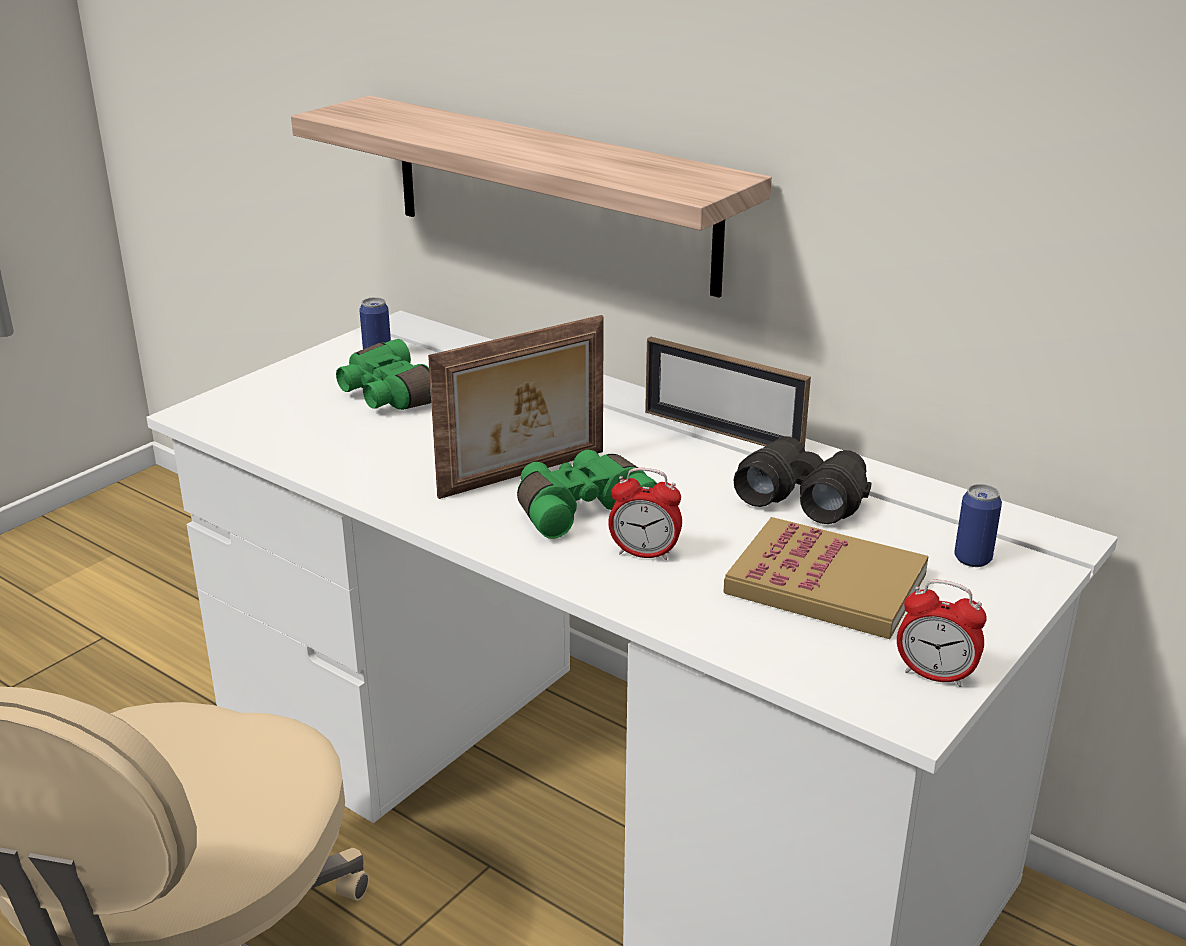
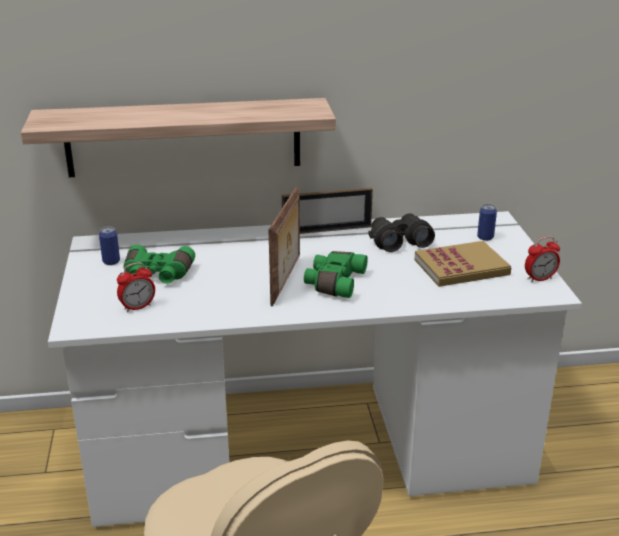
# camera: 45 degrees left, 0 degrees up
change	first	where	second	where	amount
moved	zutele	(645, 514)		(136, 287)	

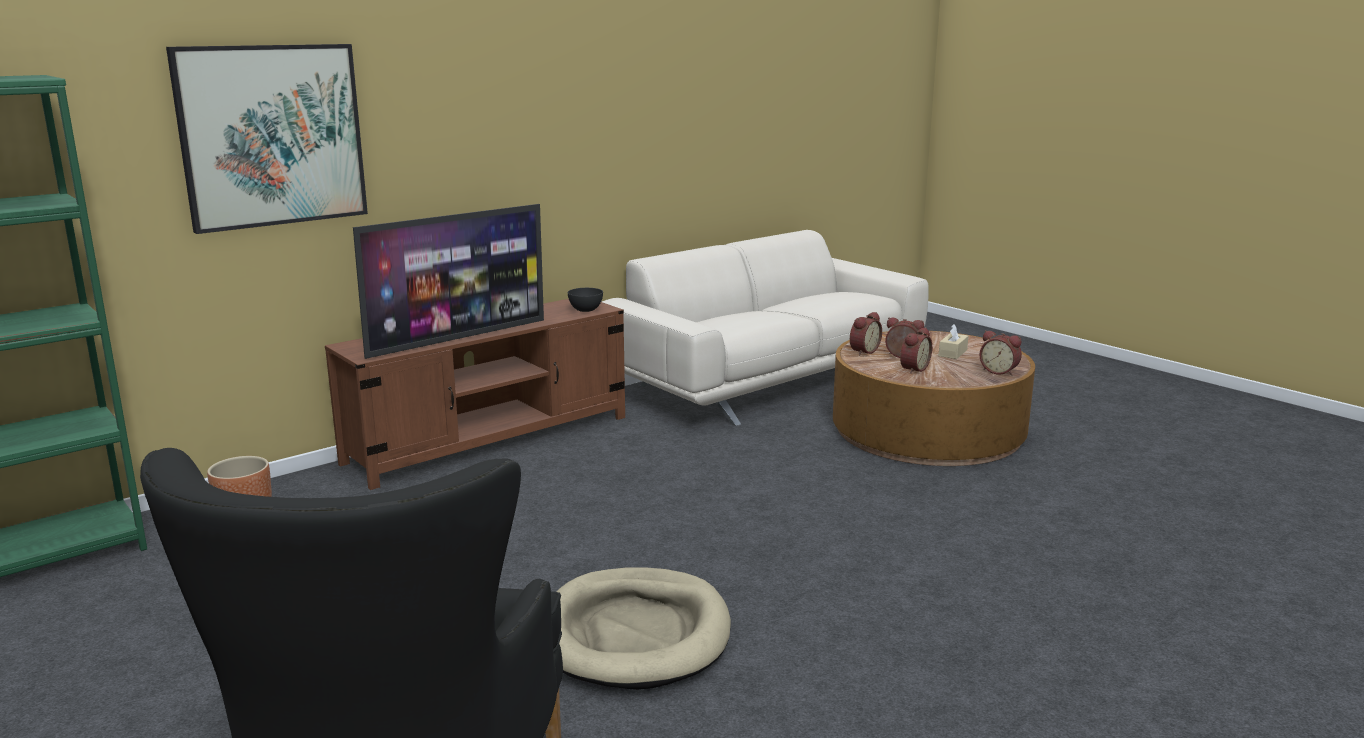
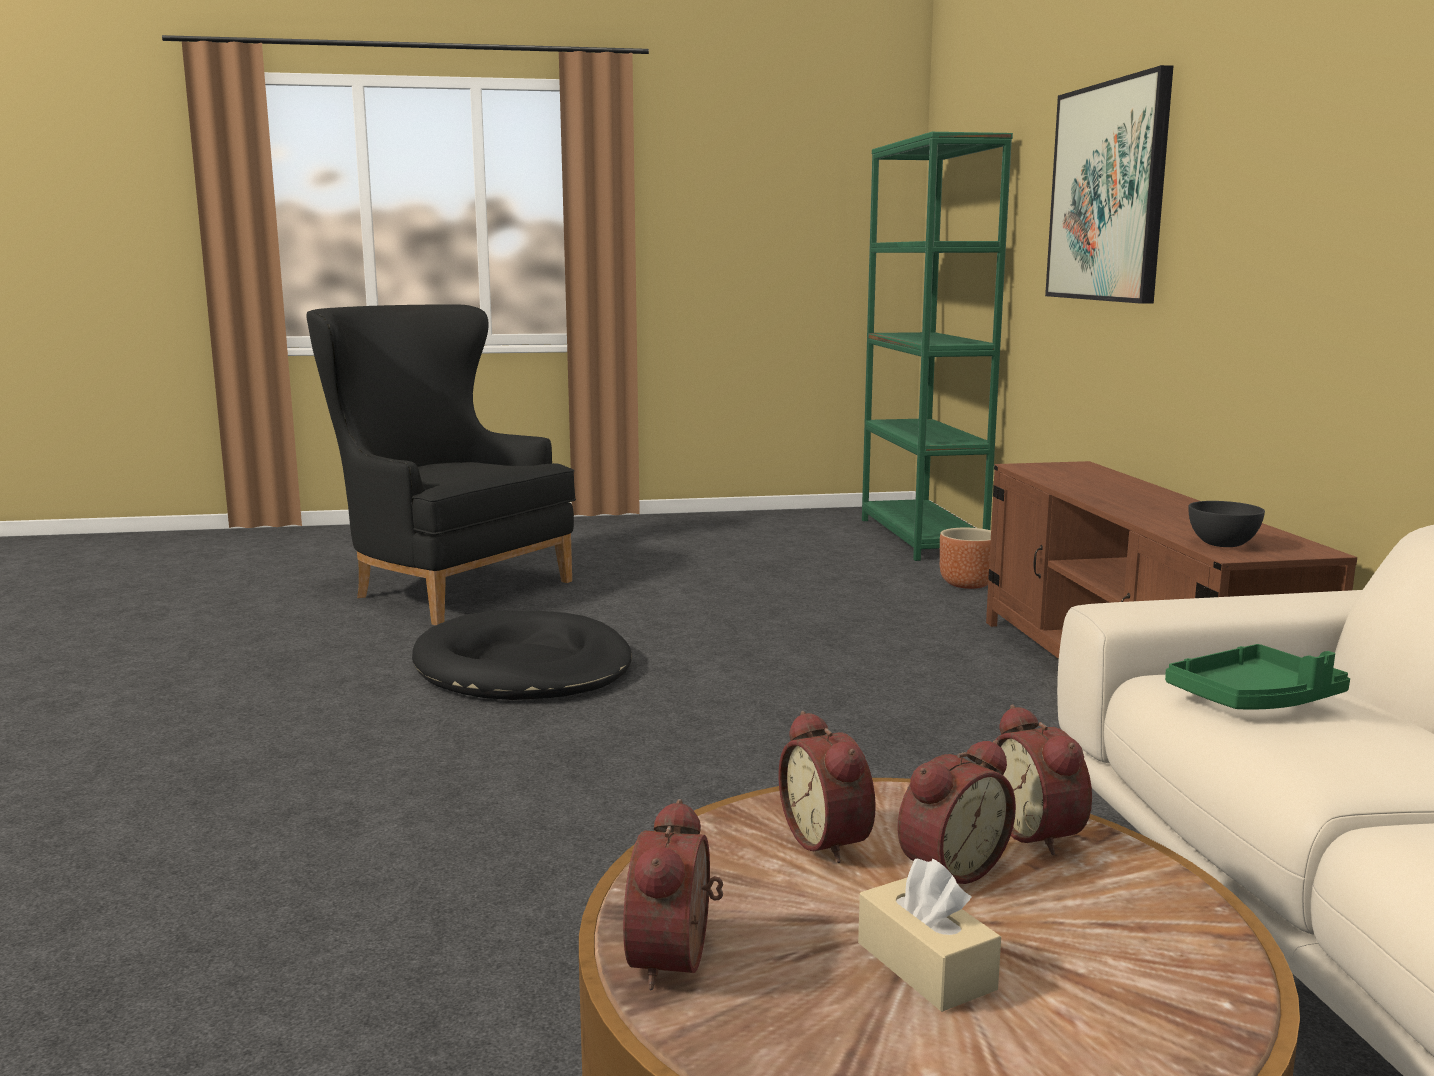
# camera: 120 degrees right, 5 degrees down
change	first	where	second	where	amount
recoloured	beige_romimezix	(644, 628)	black_romimezix	(522, 655)	
turned	zutele	(1001, 353)		(673, 894)	60 degrees counterclockwise
added			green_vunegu	(1257, 676)	
removed	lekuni	(448, 281)			

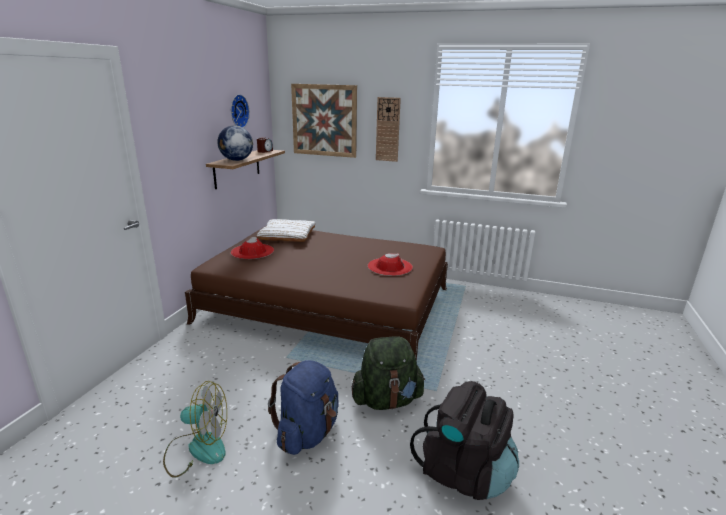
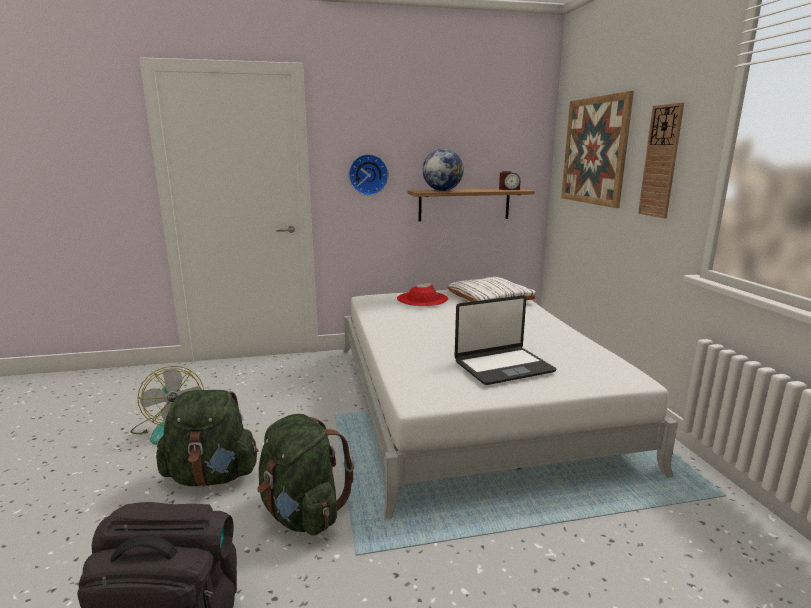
# camera: 60 degrees right, 5 degrees down
change	first	where	second	where	amount
recoloured	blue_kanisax	(303, 407)	green_kanisax	(207, 438)	
recoloured	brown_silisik	(316, 294)	white_silisik	(510, 404)	
moved	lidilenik	(240, 111)		(368, 175)	
replaced	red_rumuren	(390, 264)	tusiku	(505, 340)	

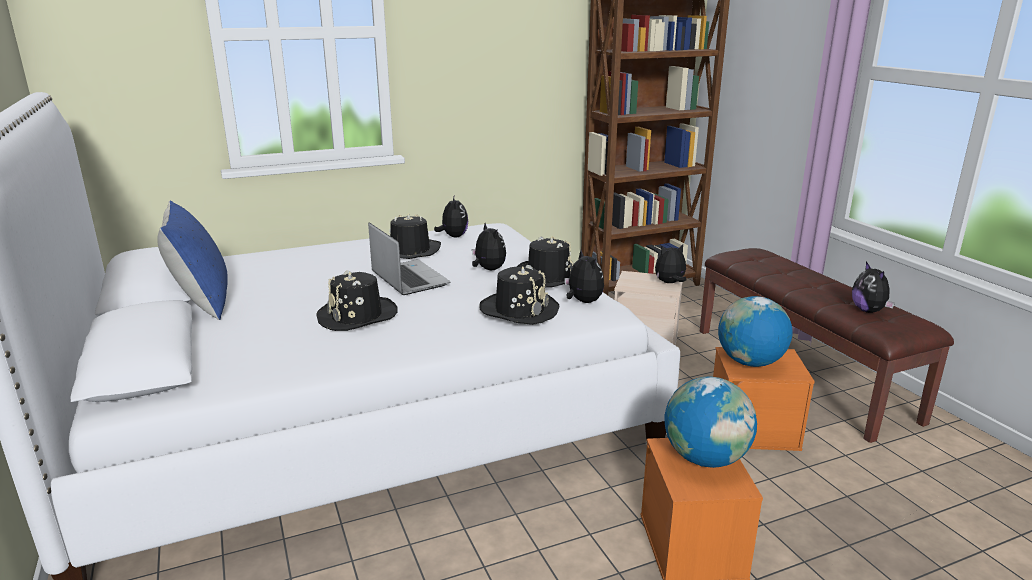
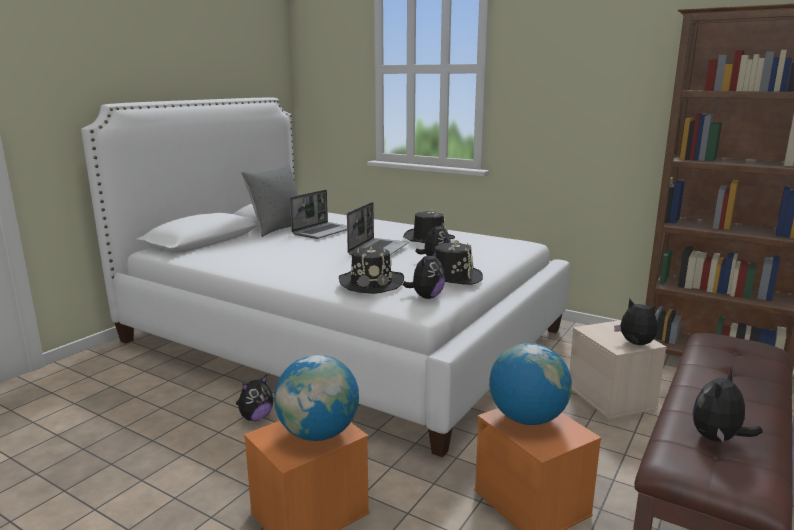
# camera: 55 degrees right, 5 degrees down
change	first	where	second	where	amount
moved	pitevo	(451, 216)		(254, 398)	
recoloured	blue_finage	(192, 260)	grey_finage	(269, 201)	
added			tusiku	(318, 214)	
removed	black_rumuren	(357, 300)			

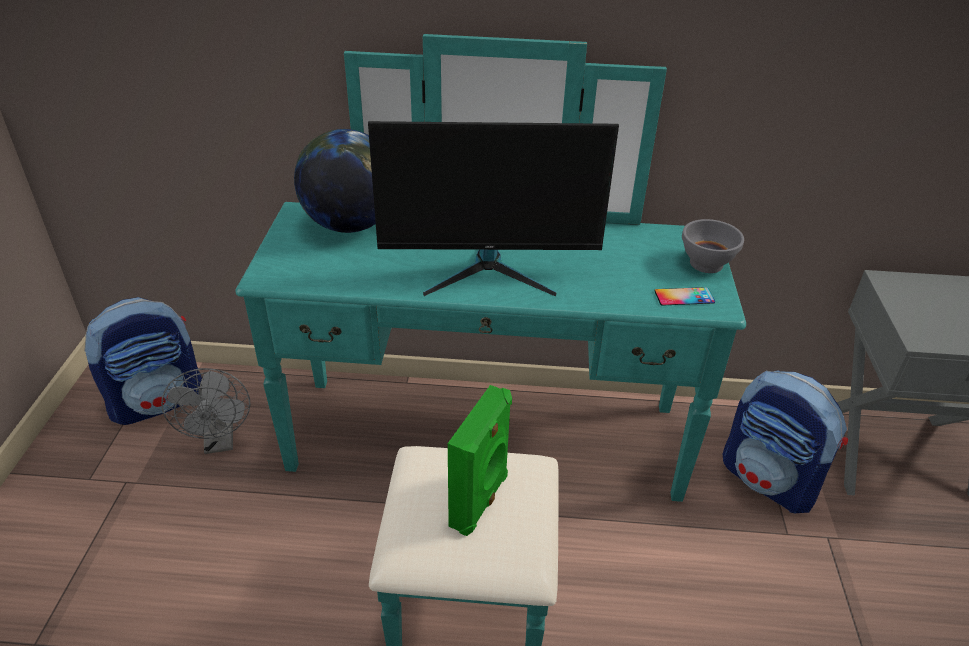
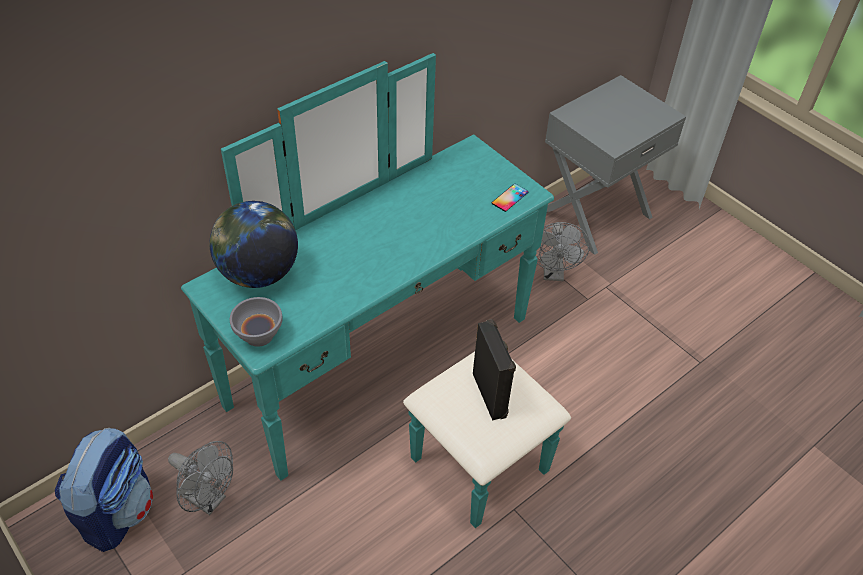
# camera: 45 degrees left, 10 degrees up
change	first	where	second	where	amount
moved	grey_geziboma	(713, 246)		(256, 322)	
recoloured	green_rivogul	(480, 460)	black_rivogul	(494, 370)	
replaced	kanisax	(785, 441)	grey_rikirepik	(563, 251)	
removed	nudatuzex	(493, 209)			

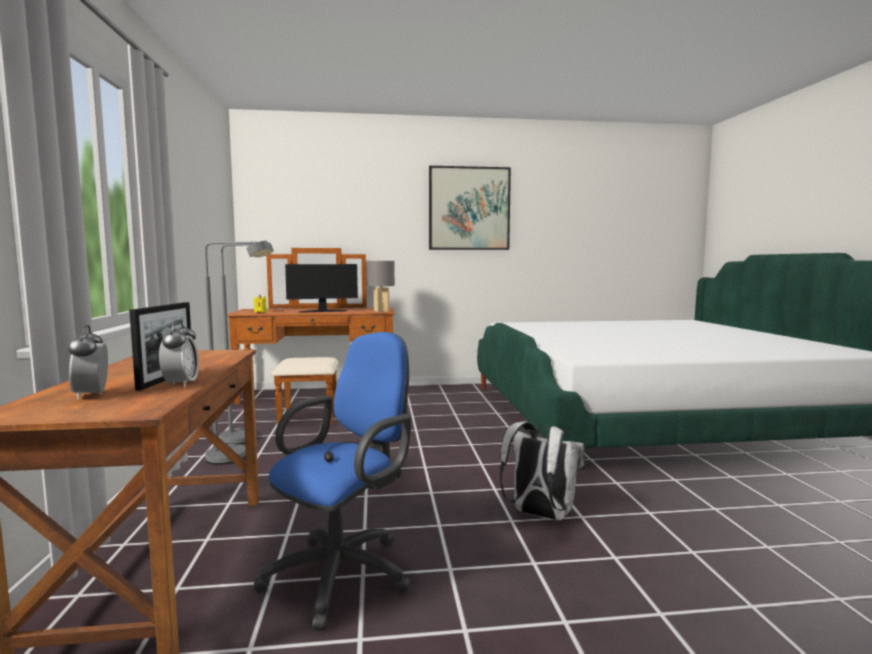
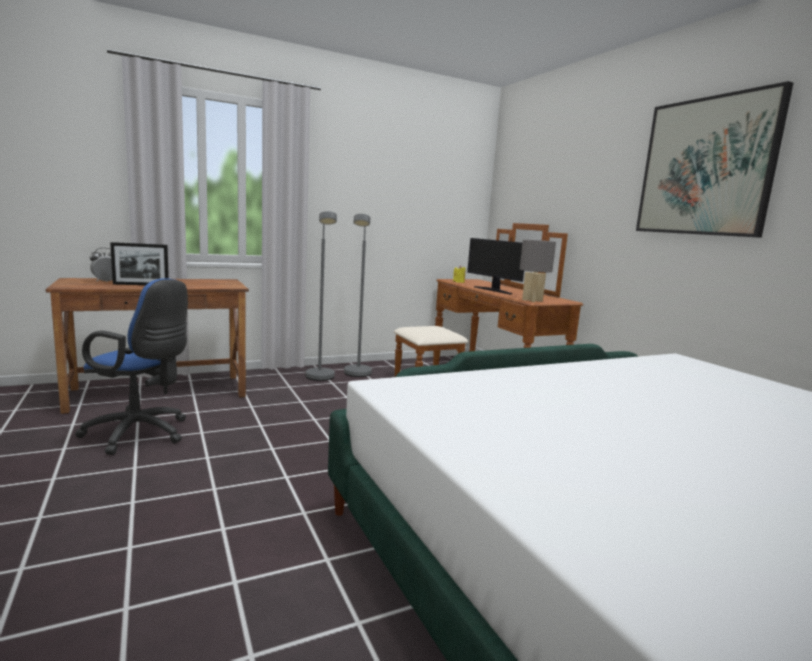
# camera: 70 degrees right, 5 degrees up
change	first	where	second	where	amount
removed	zutele	(179, 354)			
removed	white_kanisax	(542, 470)			

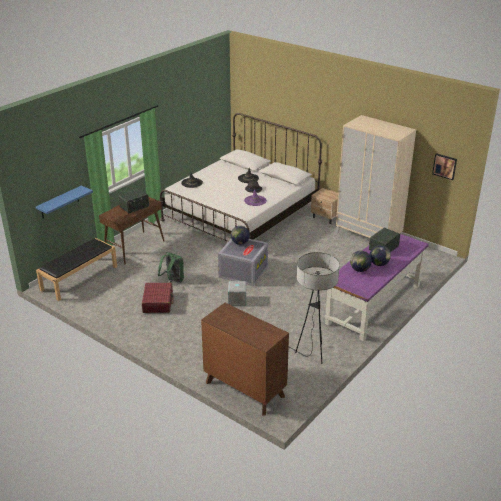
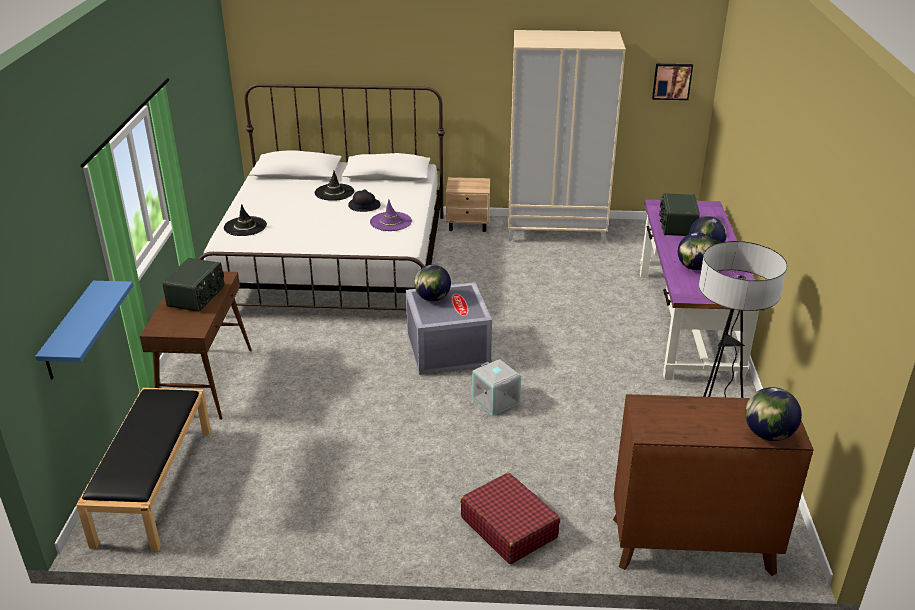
# camera: 35 degrees left, 0 degrees up
change	first	where	second	where	amount
moved	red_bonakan	(158, 298)		(510, 518)	
added			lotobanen	(773, 414)	
removed	green_kanisax	(171, 267)			

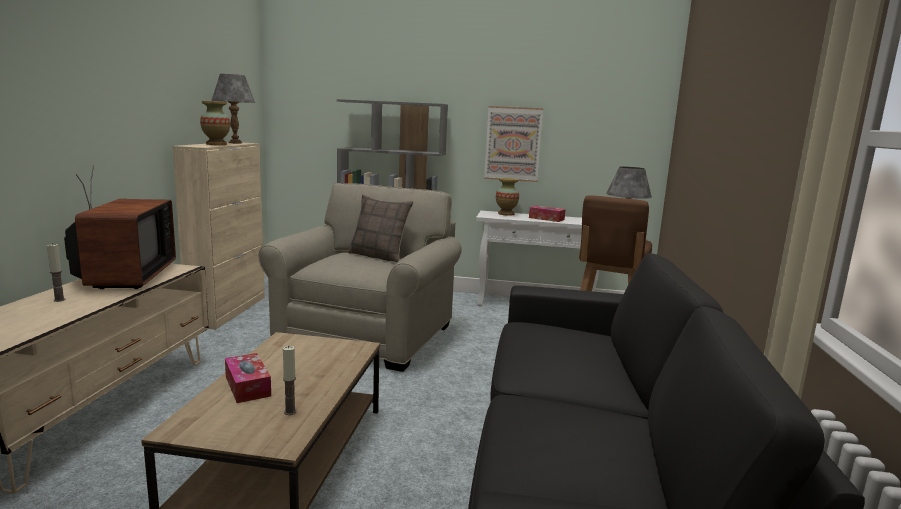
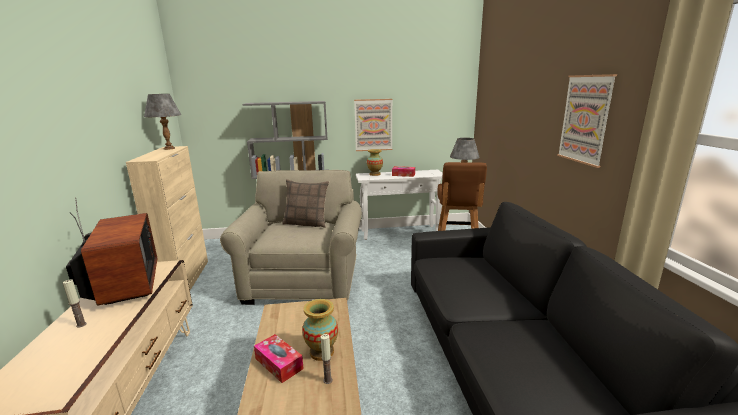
# camera: 15 degrees left, 5 degrees up
change	first	where	second	where	amount
moved	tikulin	(215, 123)		(320, 330)	
added			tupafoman	(587, 121)	

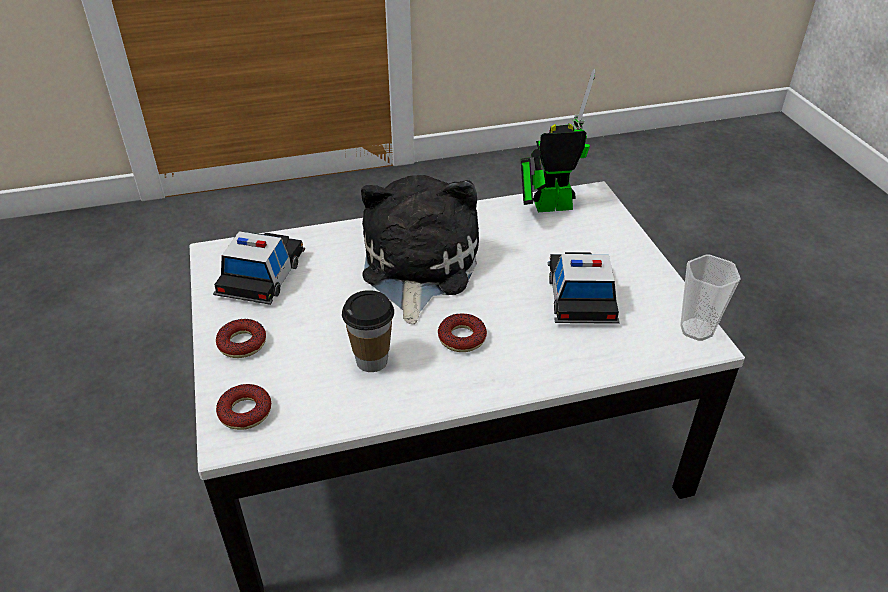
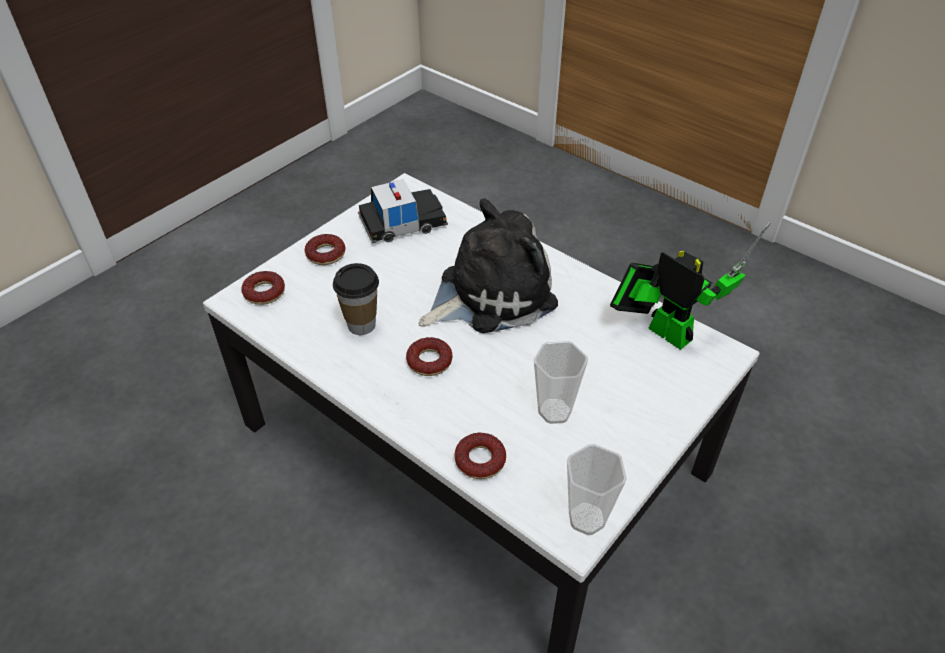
# camera: 55 degrees right, 5 degrees up
change	first	where	second	where	amount
added			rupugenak	(480, 456)	
replaced	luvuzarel	(584, 288)	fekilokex	(561, 382)	

